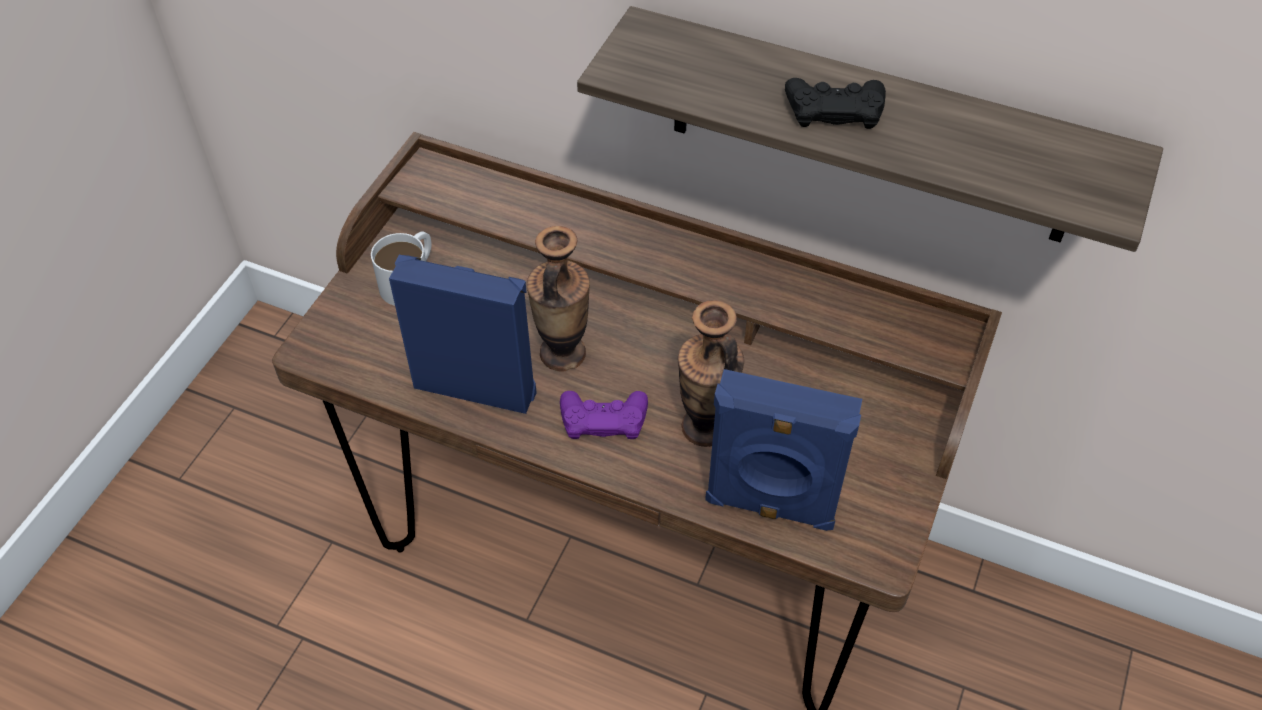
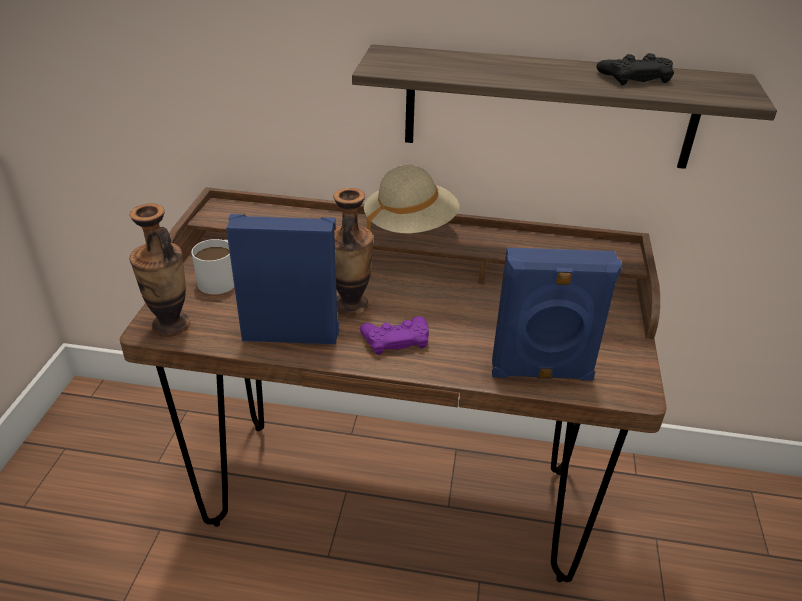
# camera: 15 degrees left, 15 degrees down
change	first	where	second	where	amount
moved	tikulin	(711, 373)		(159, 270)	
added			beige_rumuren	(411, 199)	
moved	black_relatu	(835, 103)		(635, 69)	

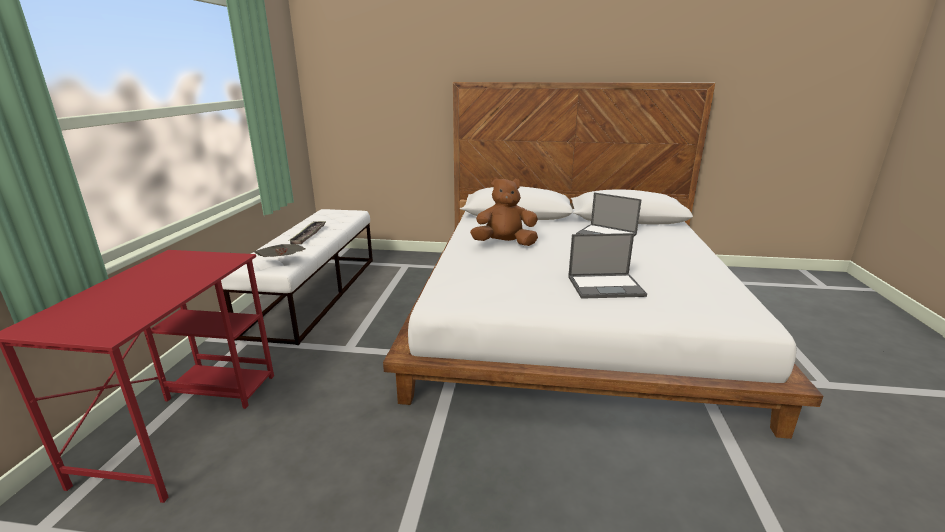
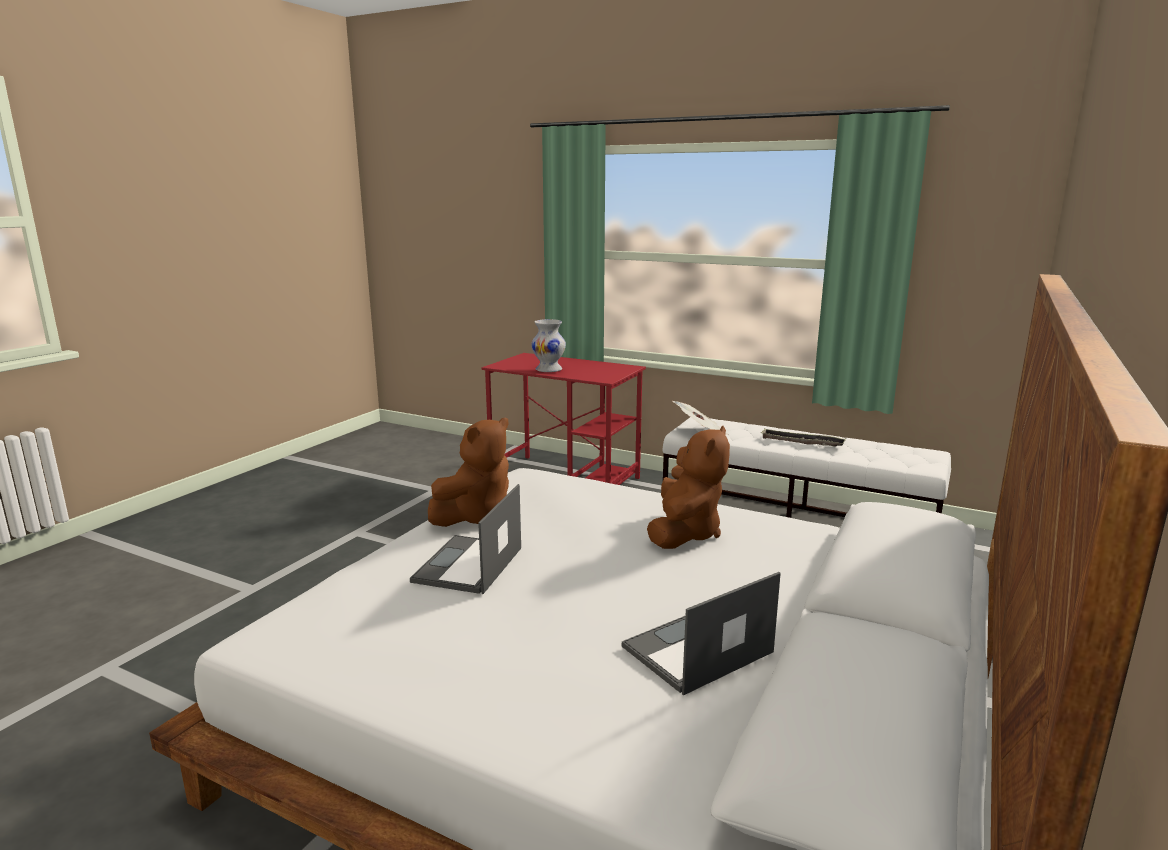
# camera: 110 degrees right, 5 degrees down
change	first	where	second	where	amount
added			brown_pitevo	(468, 472)	
added			white_tikulin	(548, 345)	

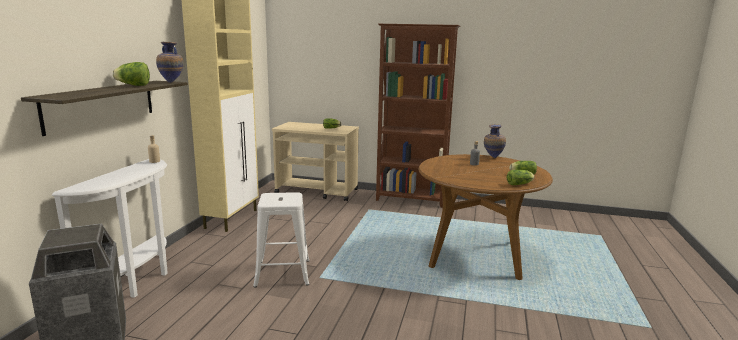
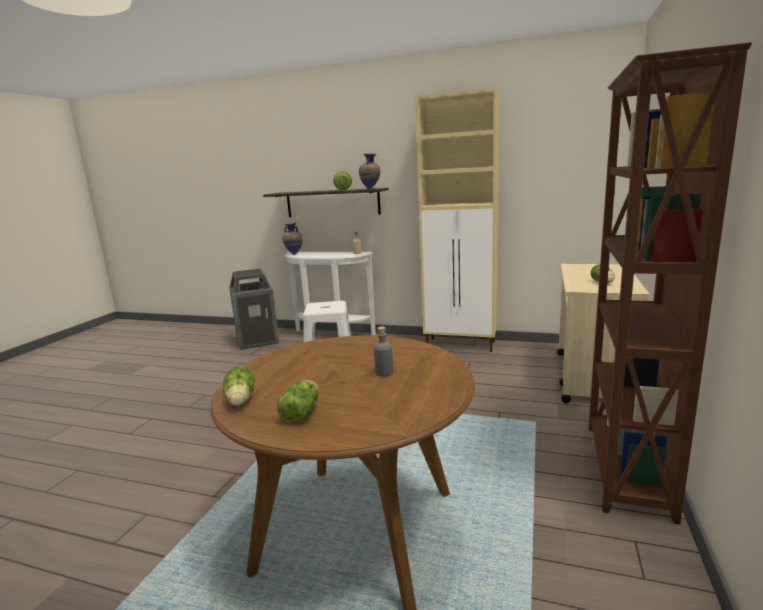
# camera: 95 degrees right, 0 degrees up
change	first	where	second	where	amount
moved	tikulin	(495, 141)		(293, 239)	

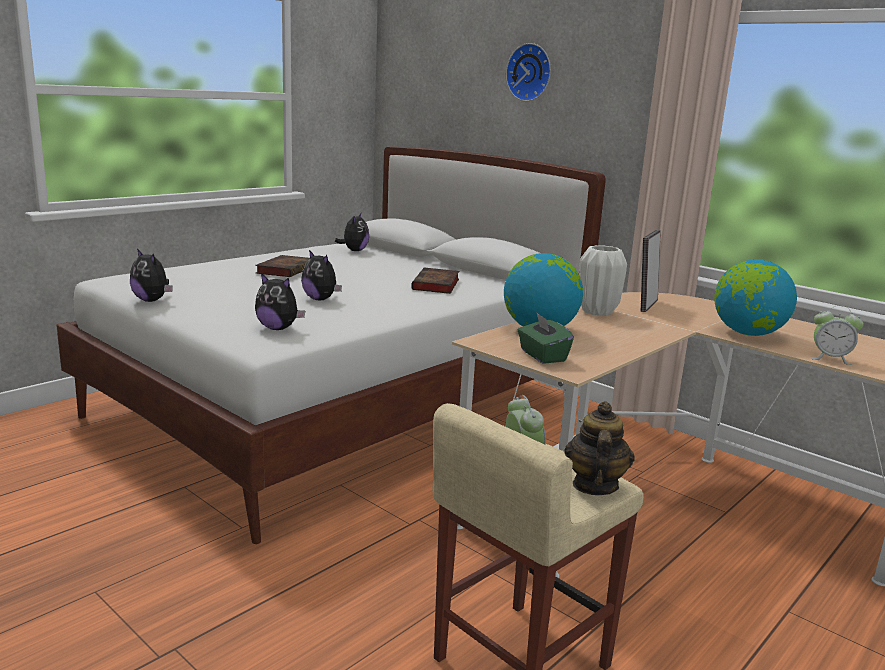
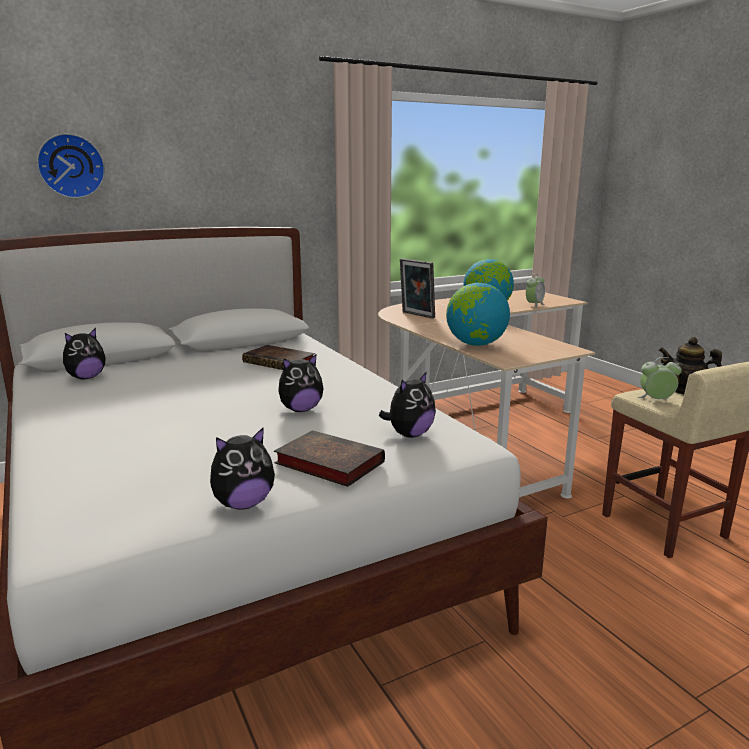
# camera: 70 degrees left, 0 degrees up
change	first	where	second	where	amount
moved	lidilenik	(528, 72)		(71, 165)	
turned	pitevo	(352, 232)		(84, 353)	105 degrees clockwise
moved	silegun	(282, 266)		(329, 458)	
removed	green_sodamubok	(546, 338)			
removed	white_tikulin	(603, 280)			

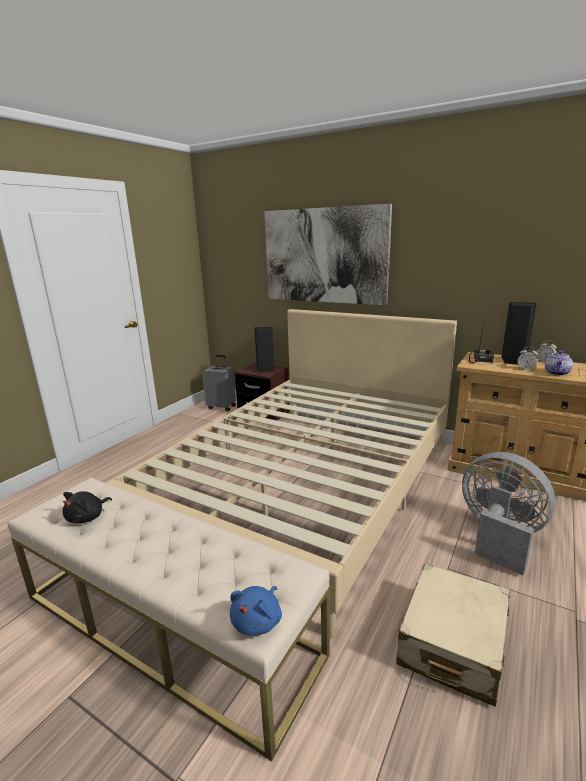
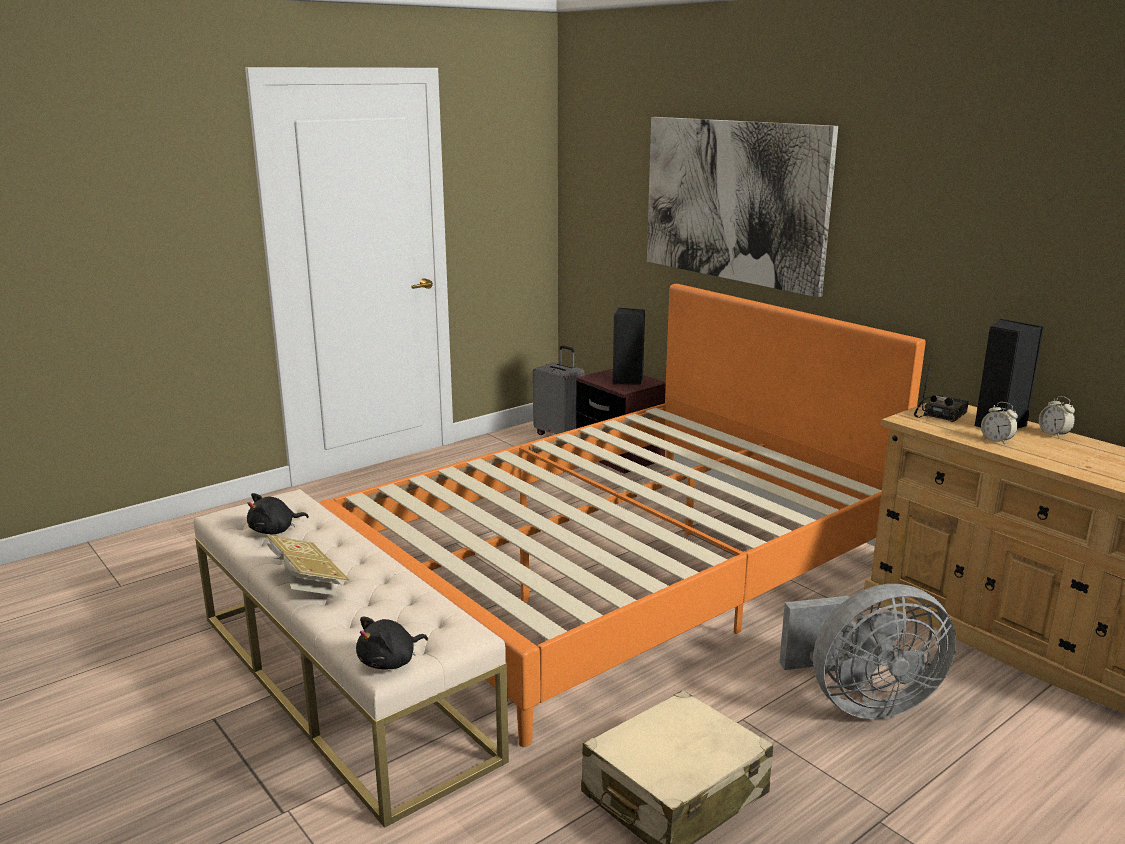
# camera: 20 degrees right, 0 degrees up
change	first	where	second	where	amount
added			silegun	(307, 565)	
recoloured	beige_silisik	(281, 473)	orange_silisik	(622, 515)	
recoloured	blue_pitevo	(256, 611)	black_pitevo	(392, 643)	
turned	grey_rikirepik	(508, 513)		(868, 651)	105 degrees clockwise
removed	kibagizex	(559, 363)			

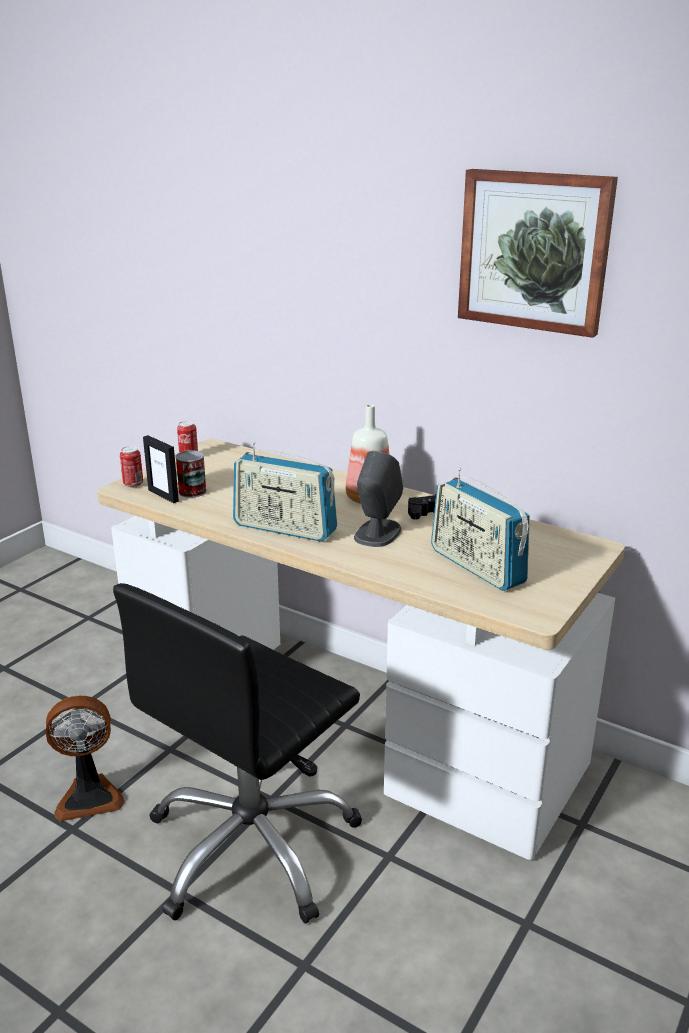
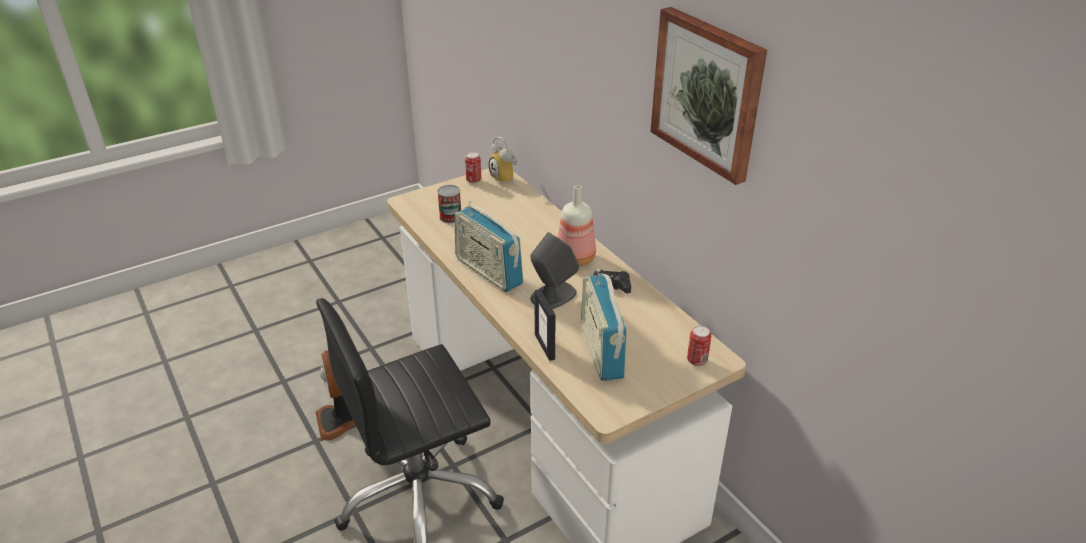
# camera: 25 degrees right, 10 degrees up
change	first	where	second	where	amount
turned	rikirepik	(85, 759)		(335, 395)	60 degrees clockwise
added			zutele	(503, 161)	
moved	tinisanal	(161, 469)		(545, 325)	
moved	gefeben	(131, 467)		(699, 346)	

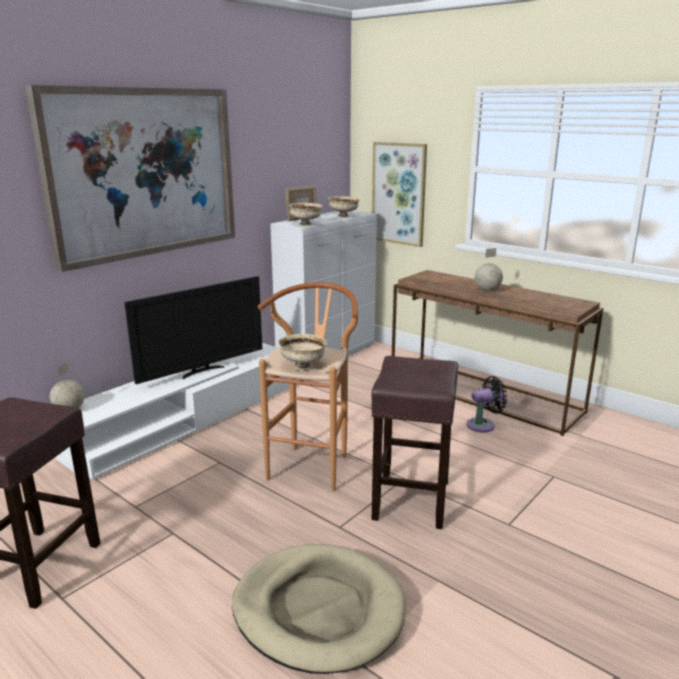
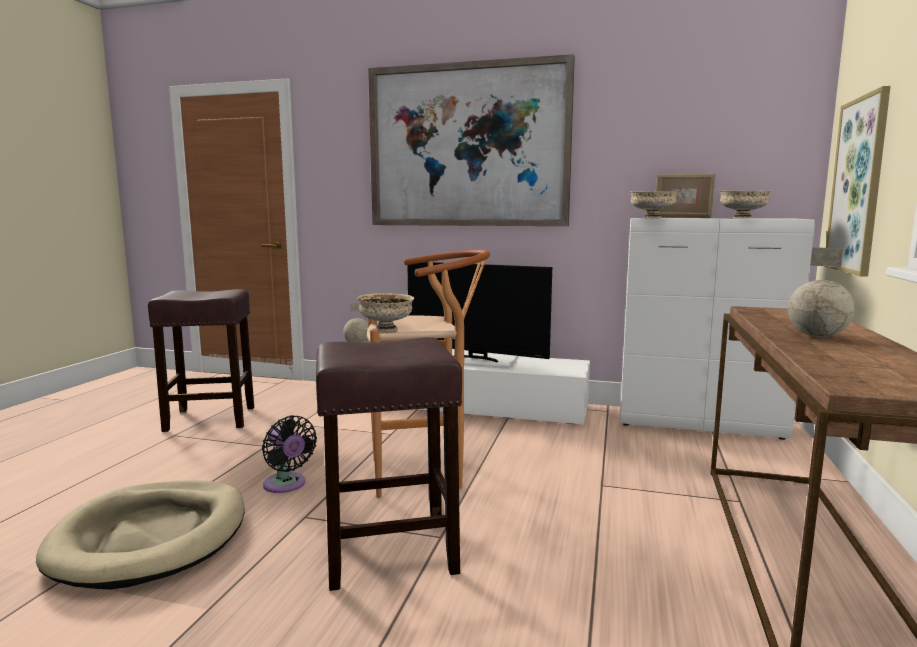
# camera: 65 degrees right, 10 degrees down
change	first	where	second	where	amount
moved	black_rikirepik	(486, 404)		(289, 454)	

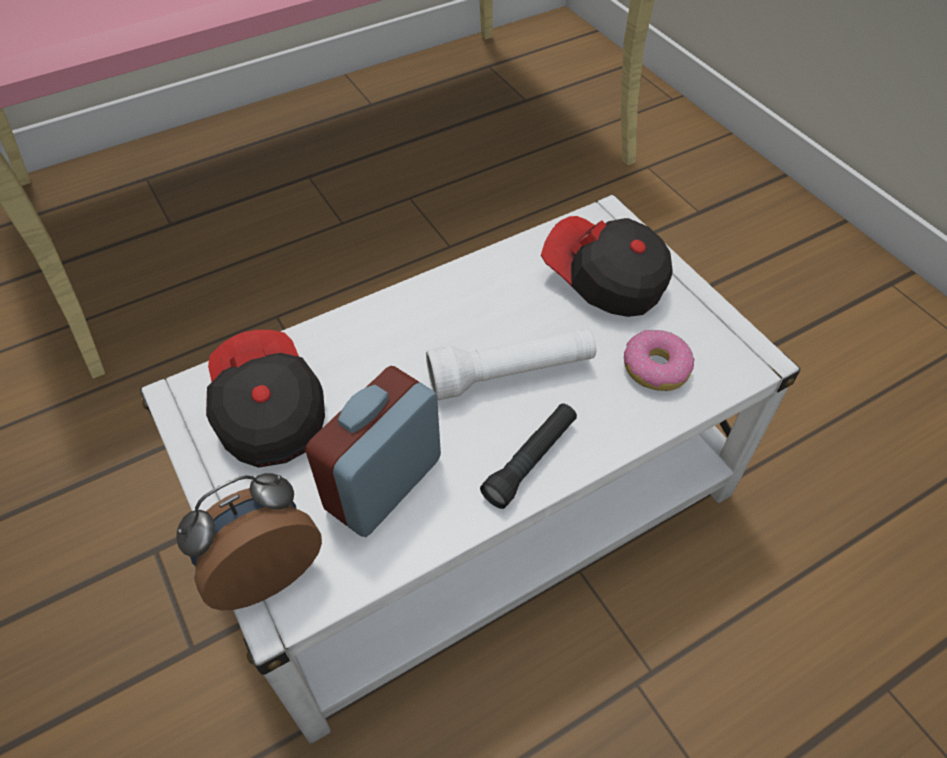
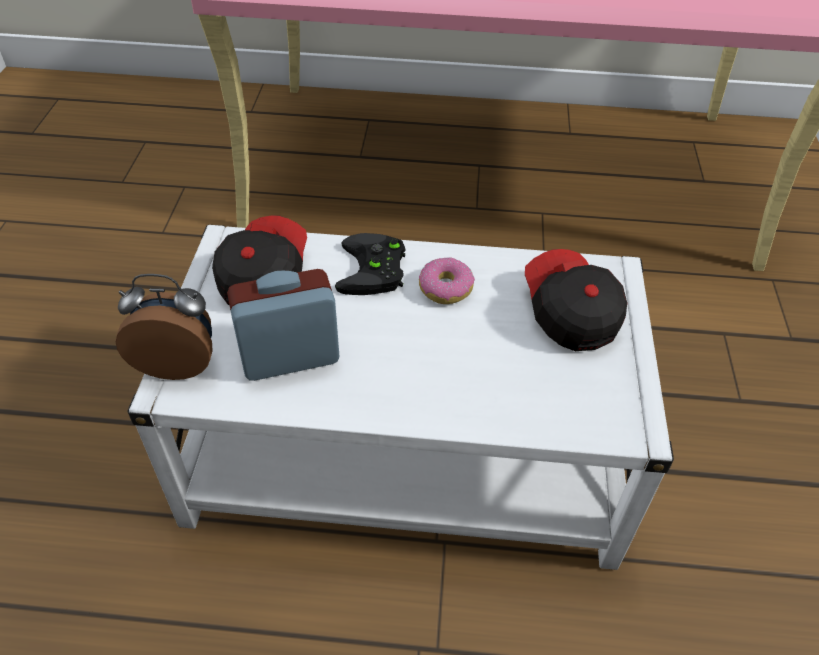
# camera: 35 degrees right, 5 degrees down
change	first	where	second	where	amount
added			black_relatu	(370, 264)	
moved	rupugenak	(659, 360)		(447, 280)	
removed	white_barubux	(511, 364)			
removed	black_barubux	(528, 456)			

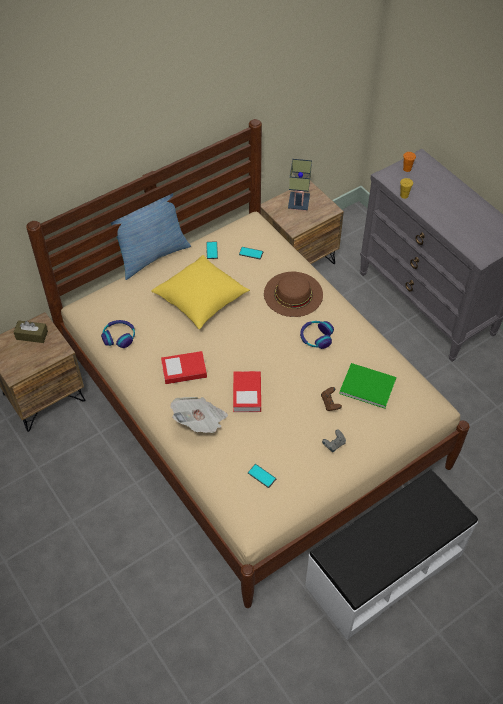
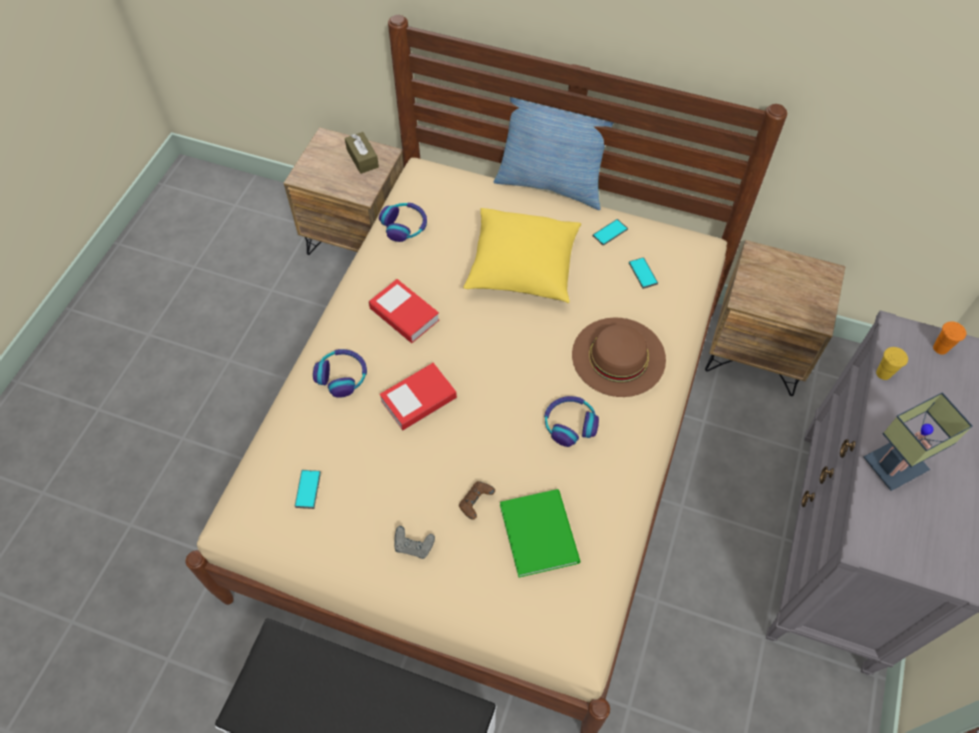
# camera: 55 degrees right, 5 degrees up
change	first	where	second	where	amount
replaced	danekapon	(199, 415)	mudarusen	(340, 373)	
moved	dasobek	(300, 185)		(918, 441)	

